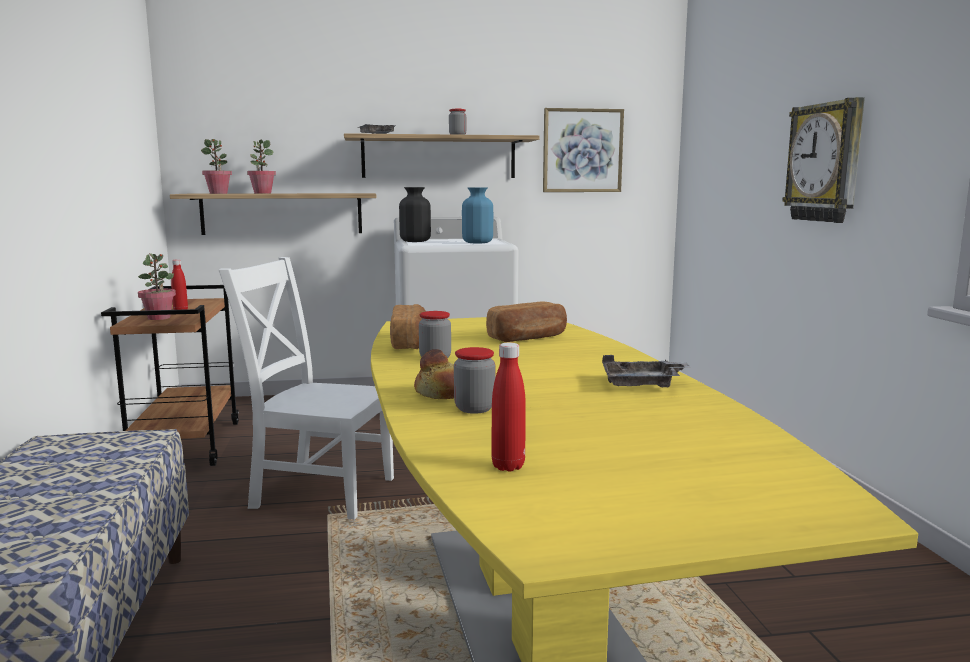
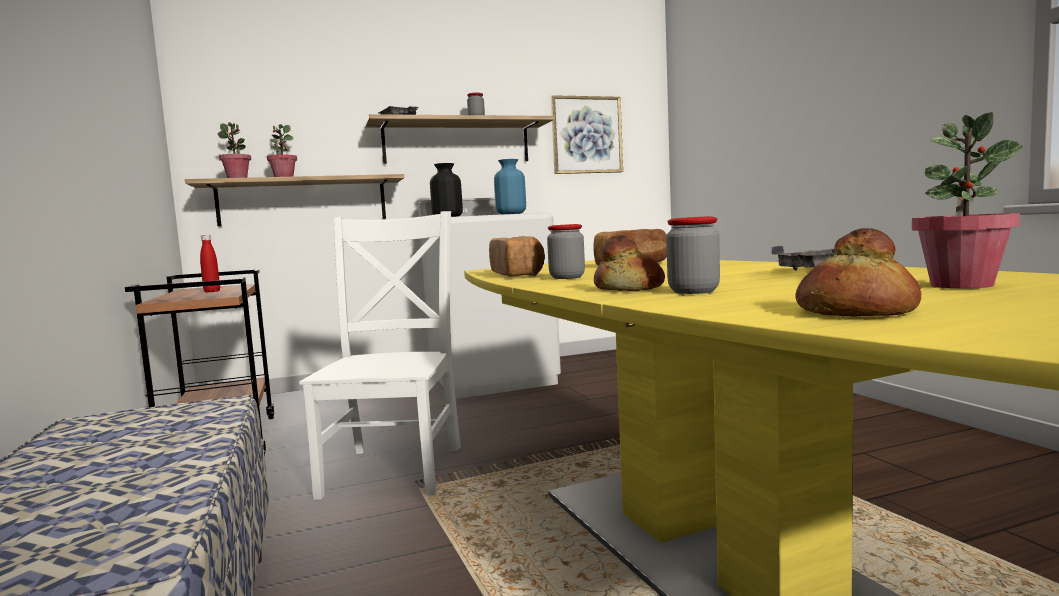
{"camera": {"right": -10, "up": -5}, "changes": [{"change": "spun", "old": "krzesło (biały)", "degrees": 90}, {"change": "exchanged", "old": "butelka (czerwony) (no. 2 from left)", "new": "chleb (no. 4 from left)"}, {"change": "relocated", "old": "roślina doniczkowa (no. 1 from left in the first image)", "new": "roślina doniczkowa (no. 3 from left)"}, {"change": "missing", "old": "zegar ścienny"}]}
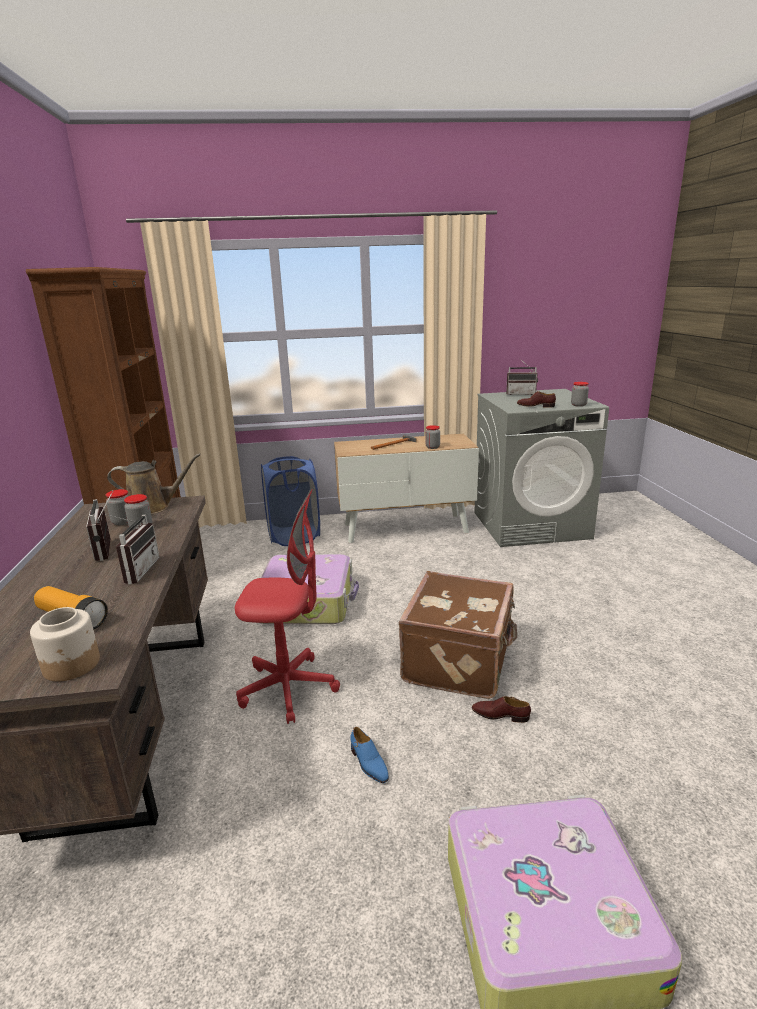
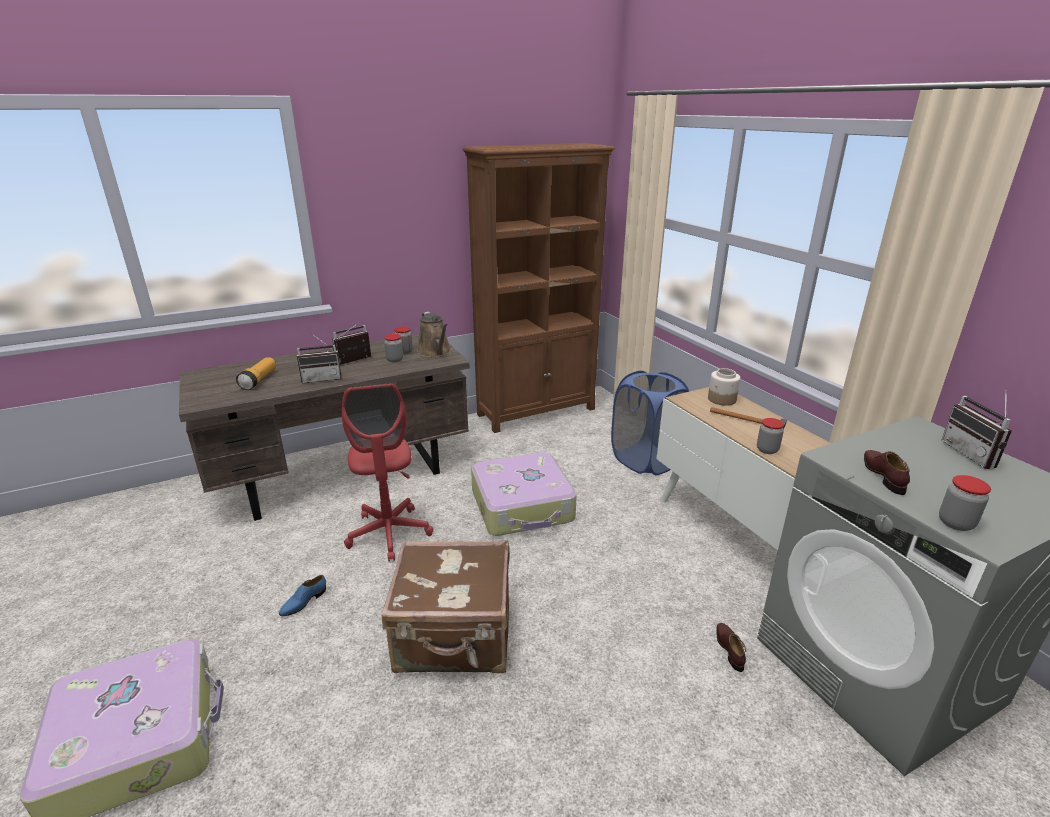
{"camera": {"right": 70, "up": 5}, "changes": [{"change": "relocated", "old": "słoik (no. 1 from left in the first image)", "new": "słoik (no. 3 from left)"}, {"change": "relocated", "old": "but (brązowy) (no. 1 from left)"}]}
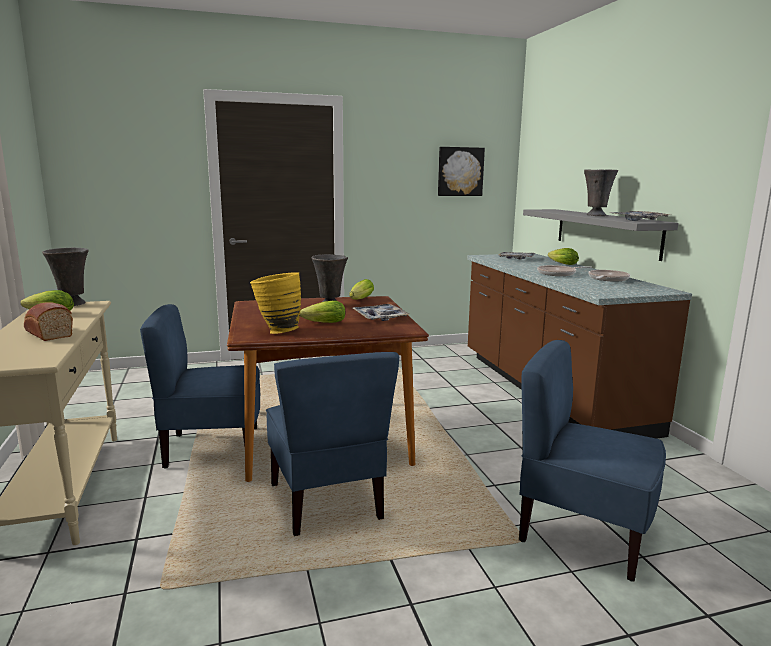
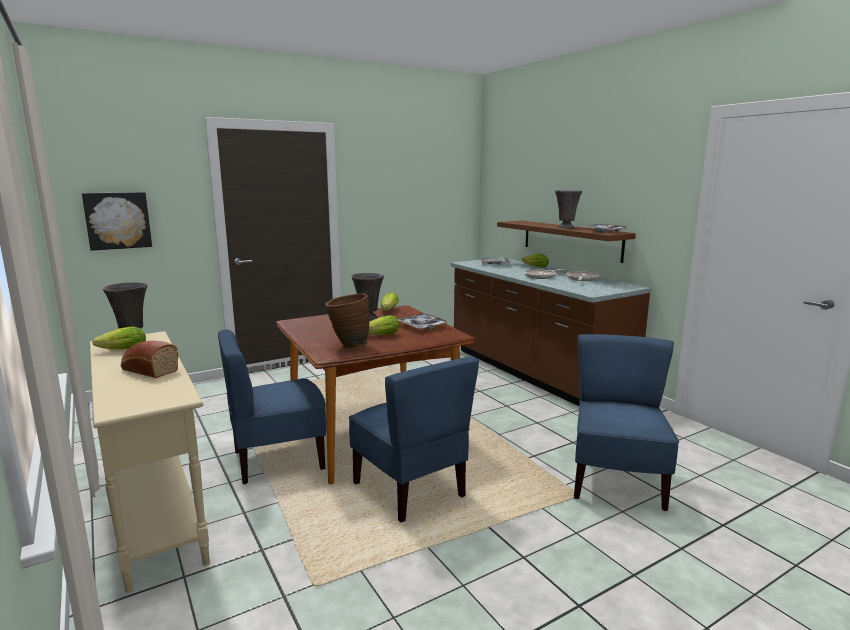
{"camera": {"right": -15, "up": 0}, "changes": [{"change": "relocated", "old": "obraz"}, {"change": "colour", "old": "wazon (żółty)", "new": "wazon (brązowy)"}, {"change": "colour", "old": "półka (szary)", "new": "półka (brązowy)"}, {"change": "spun", "old": "krzesło (niebieski) (no. 3 from left)", "degrees": 90}]}
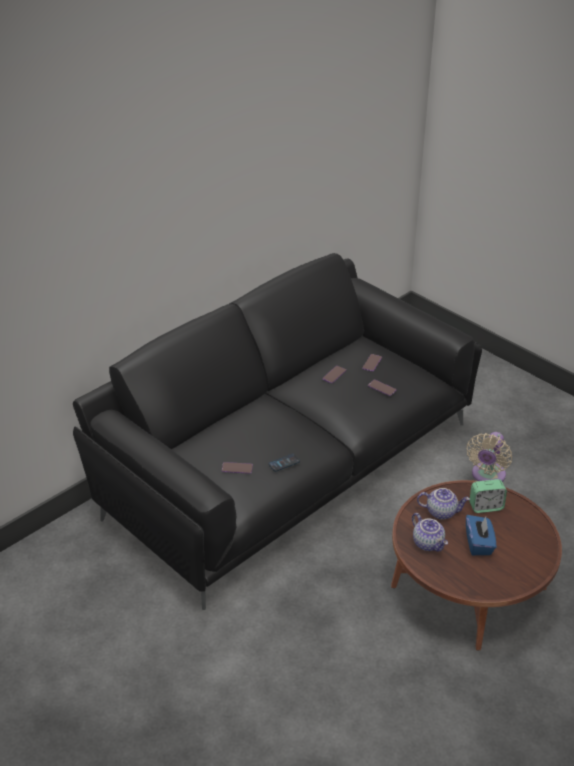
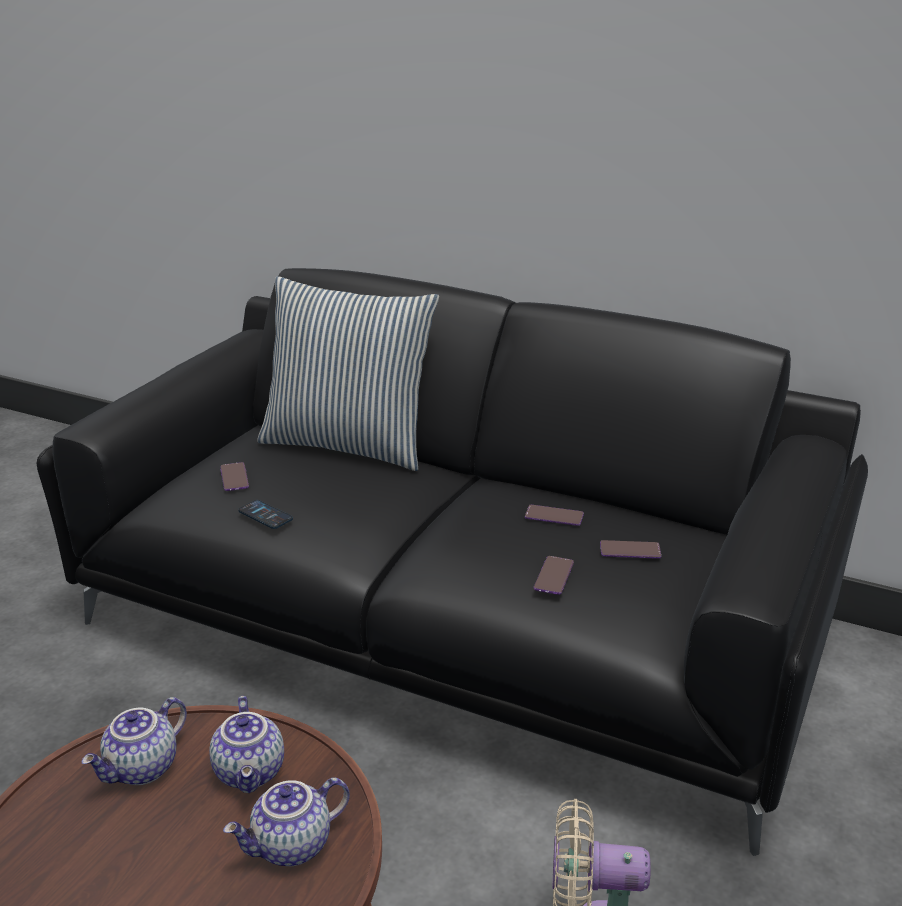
{"camera": {"right": 70, "up": -10}, "changes": [{"change": "exchanged", "old": "budzik", "new": "imbryk (no. 3 from left)"}, {"change": "appeared", "new": "poduszka"}, {"change": "missing", "old": "pudełko chusteczek (niebieski)"}]}
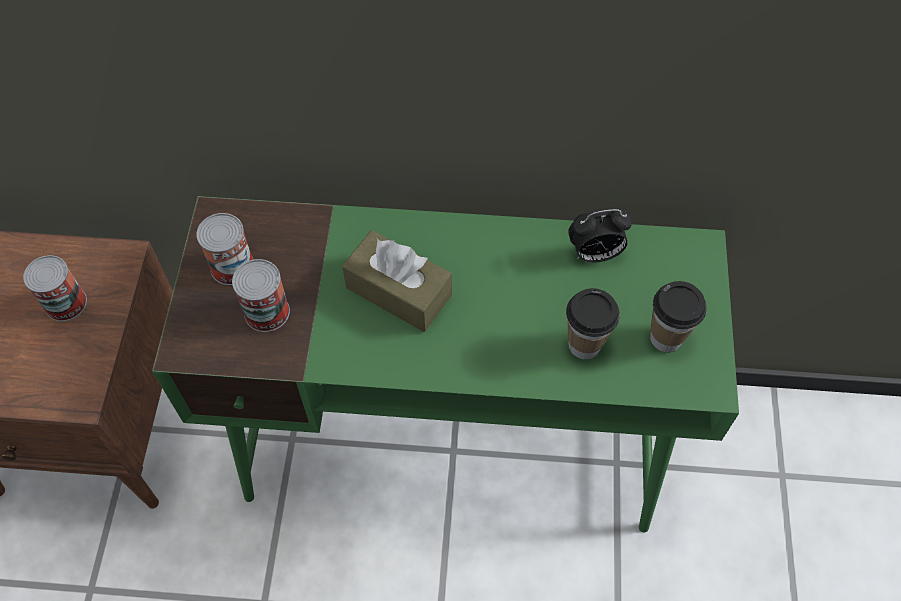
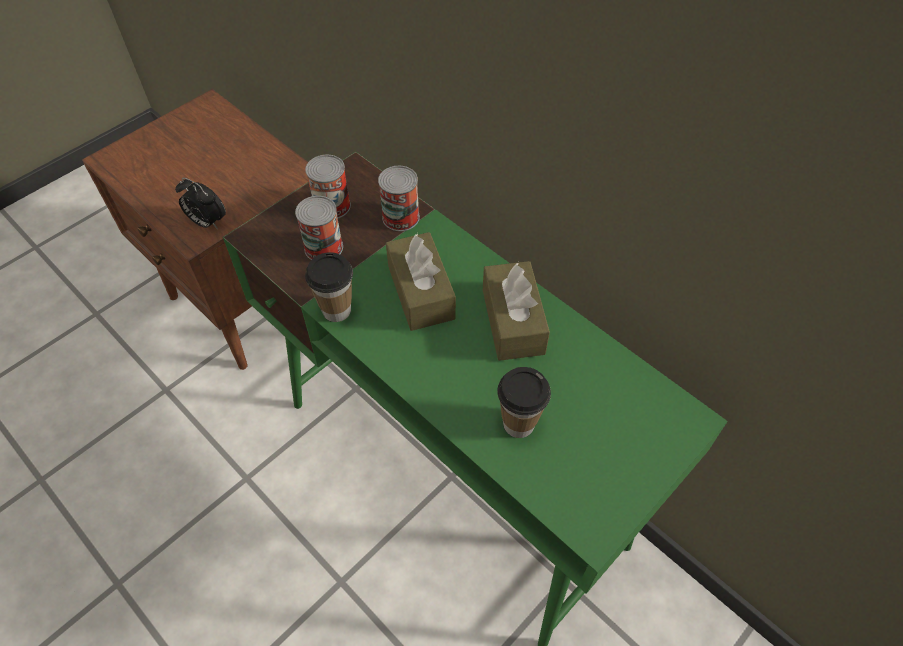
{"camera": {"right": 40, "up": -5}, "changes": [{"change": "relocated", "old": "budzik"}, {"change": "relocated", "old": "filiżanka (no. 2 from left in the first image)", "new": "filiżanka (no. 1 from left)"}, {"change": "relocated", "old": "puszka (no. 1 from left in the first image)", "new": "puszka (no. 3 from left)"}, {"change": "appeared", "new": "pudełko chusteczek (brązowy) (no. 2 from left)"}]}
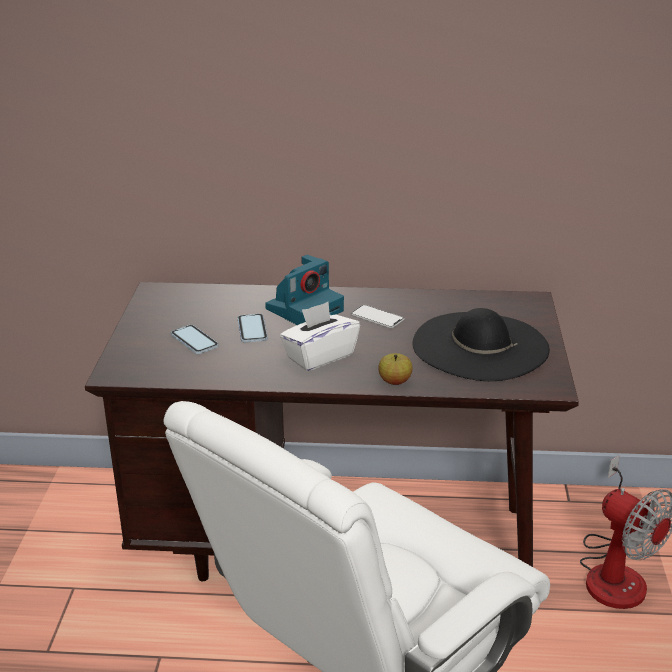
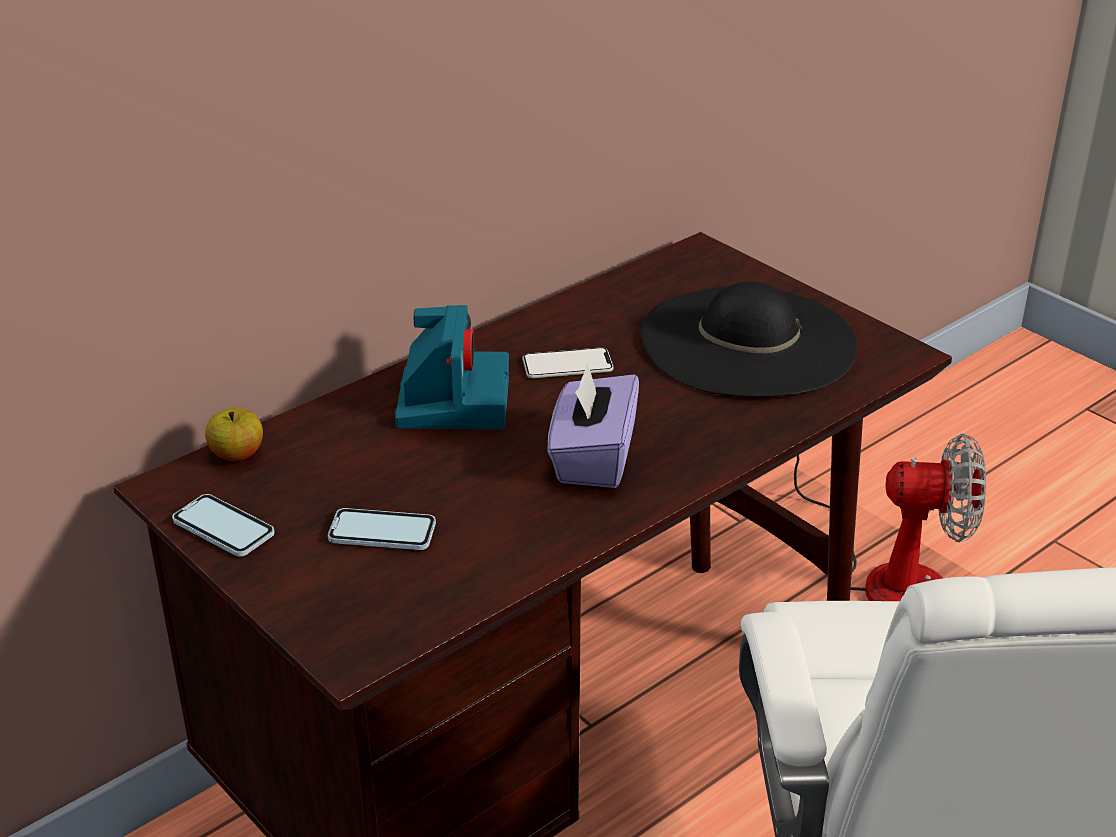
{"camera": {"right": -45, "up": 5}, "changes": [{"change": "relocated", "old": "telefon (no. 2 from left in the first image)", "new": "telefon (no. 1 from left)"}, {"change": "relocated", "old": "jabłko"}, {"change": "colour", "old": "pudełko chusteczek (biały)", "new": "pudełko chusteczek (fioletowy)"}]}
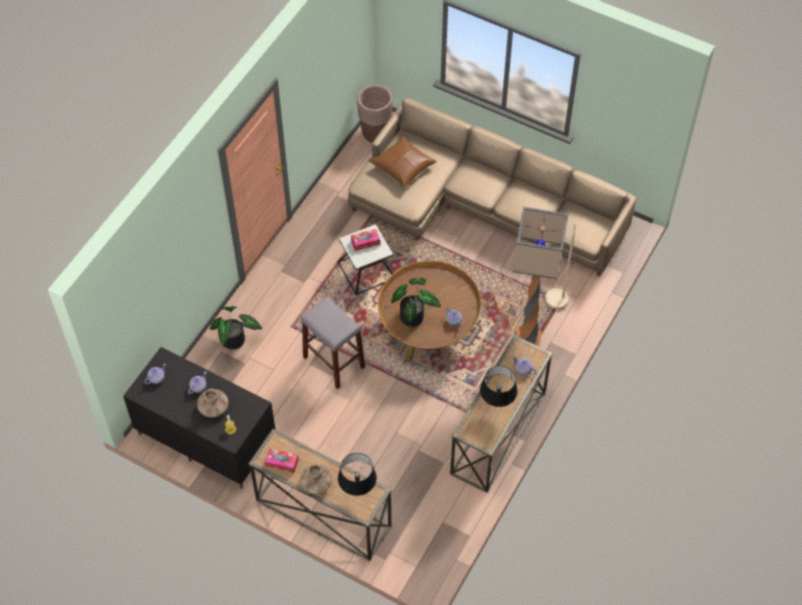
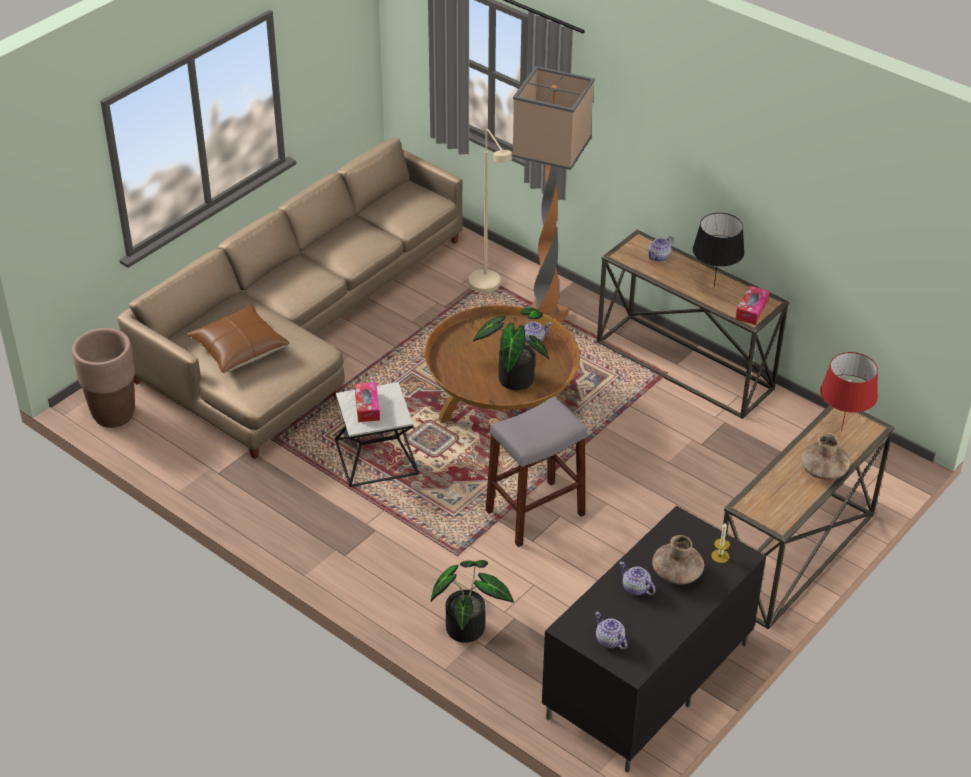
{"camera": {"right": -80, "up": -15}, "changes": [{"change": "relocated", "old": "pudełko chusteczek (no. 1 from left in the first image)", "new": "pudełko chusteczek (no. 2 from left)"}, {"change": "colour", "old": "lampa stołowa (czarny) (no. 1 from left)", "new": "lampa stołowa (czerwony)"}]}
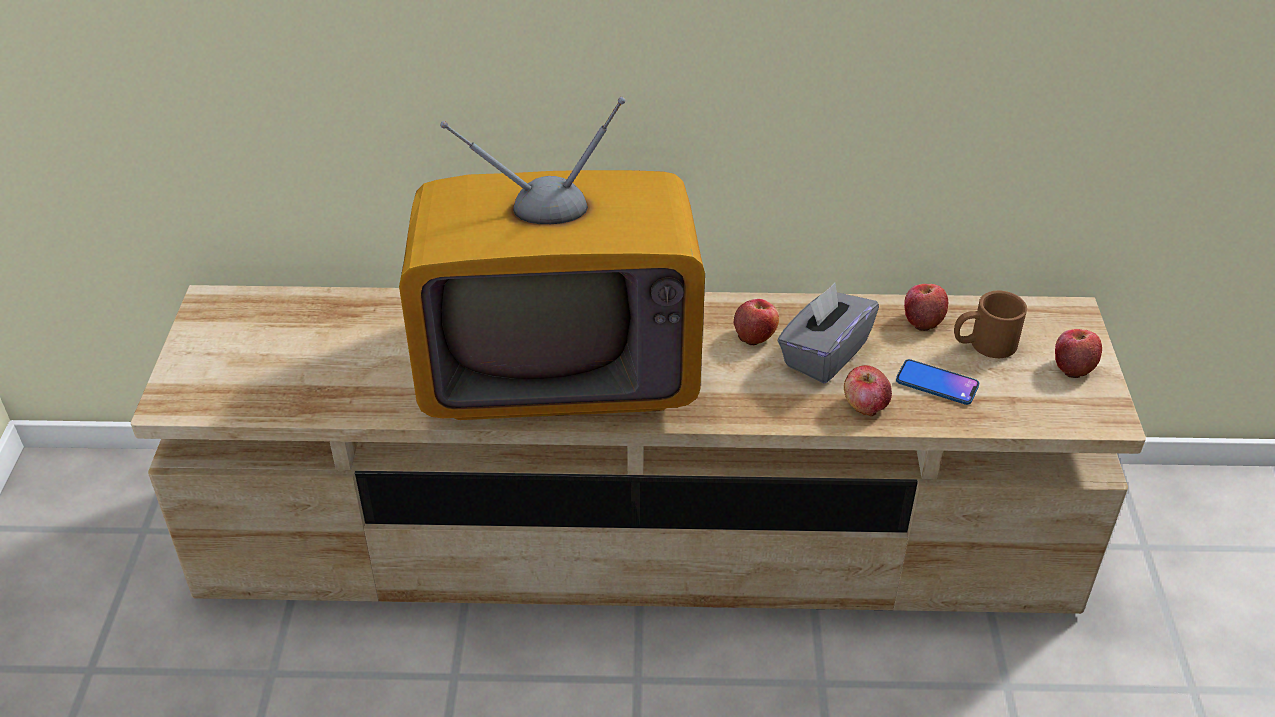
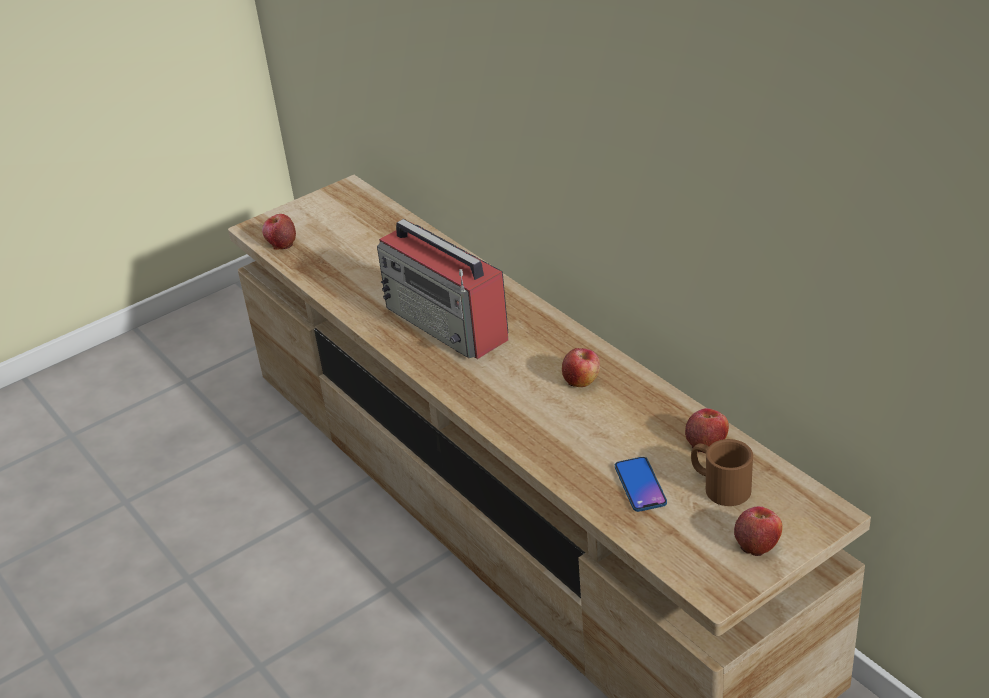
{"camera": {"right": 55, "up": -5}, "changes": [{"change": "relocated", "old": "jabłko (no. 2 from left in the first image)", "new": "jabłko (no. 1 from left)"}, {"change": "exchanged", "old": "telewizor", "new": "radio"}, {"change": "missing", "old": "pudełko chusteczek (szary)"}]}
